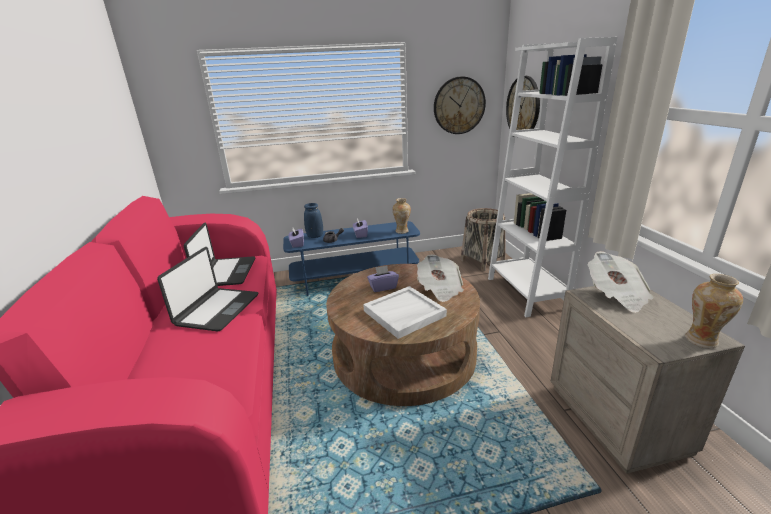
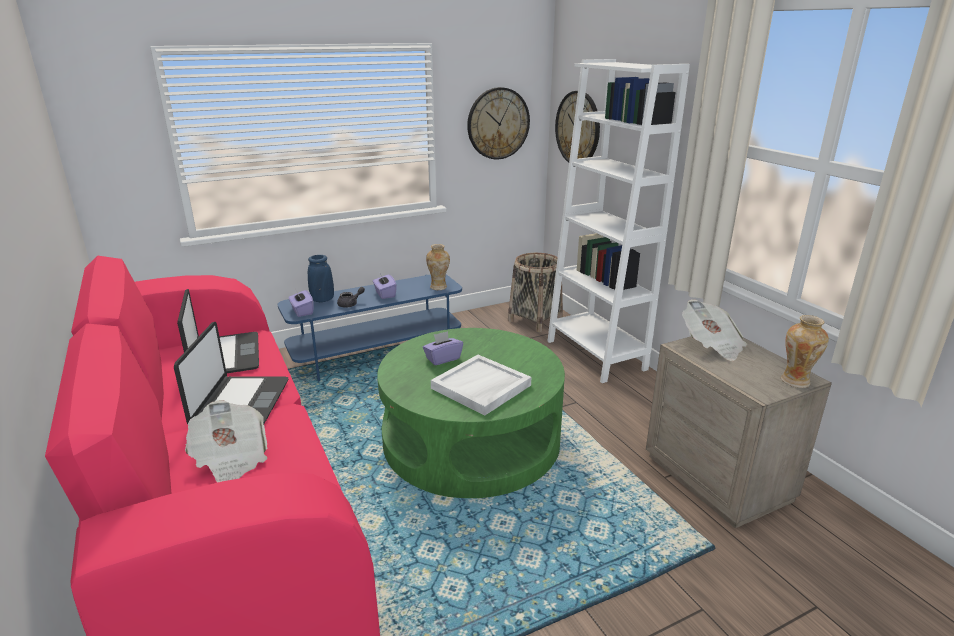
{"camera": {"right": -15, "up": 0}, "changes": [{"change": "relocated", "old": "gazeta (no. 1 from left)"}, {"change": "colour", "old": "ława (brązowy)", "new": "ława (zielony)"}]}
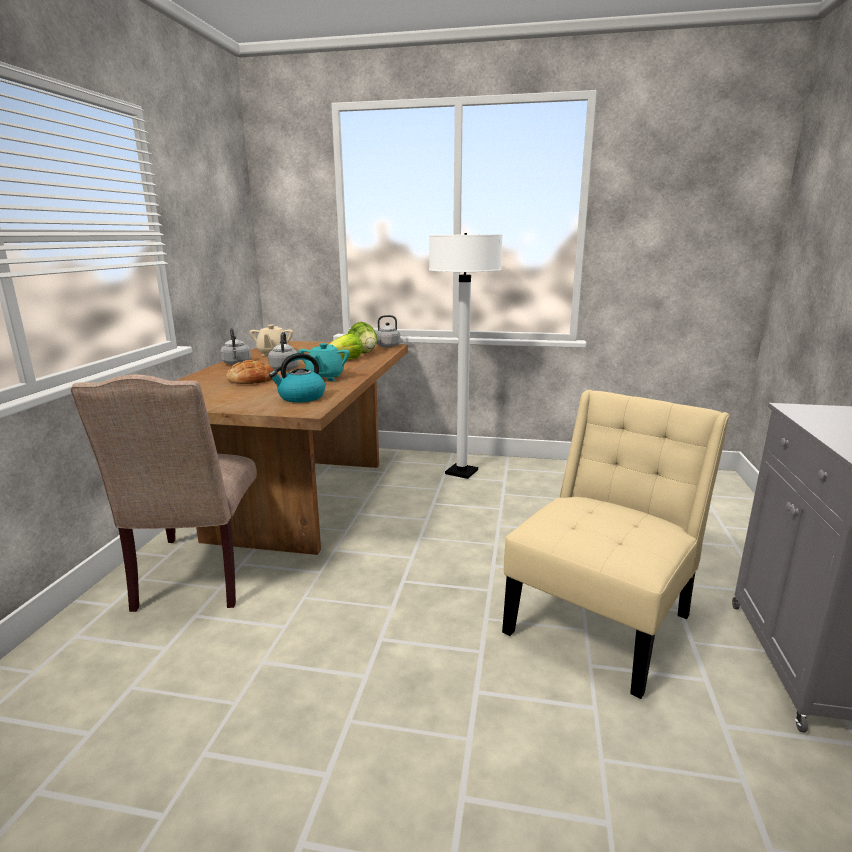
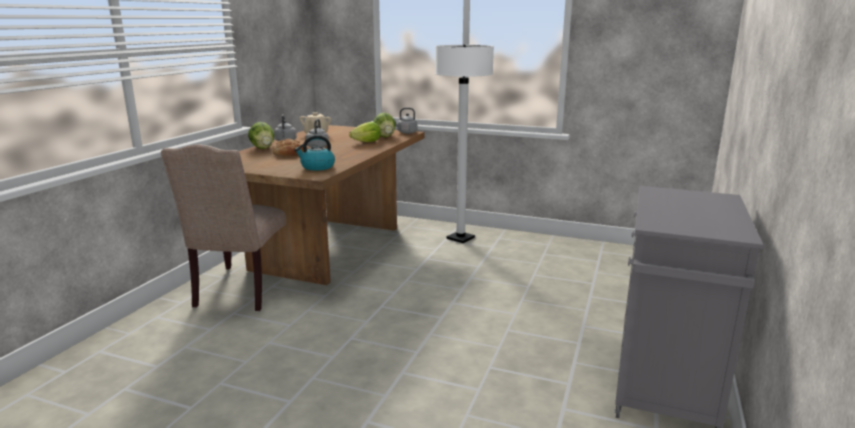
{"camera": {"right": 10, "up": 0}, "changes": [{"change": "appeared", "new": "sałata (no. 1 from left)"}, {"change": "missing", "old": "imbryk (turkusowy)"}, {"change": "missing", "old": "krzesło (beżowy) (no. 2 from left)"}]}
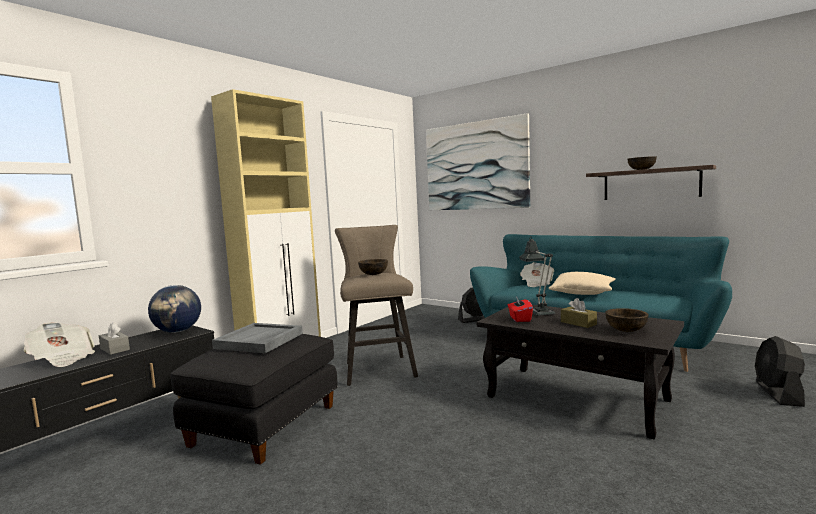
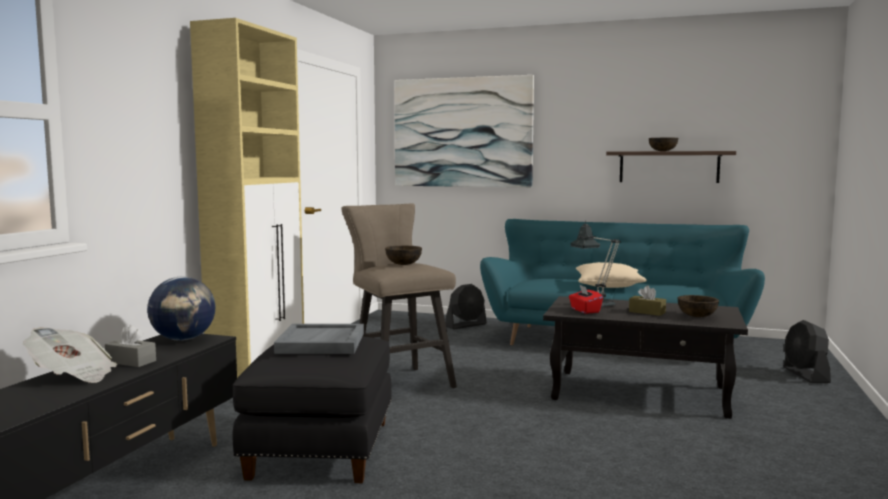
{"camera": {"right": -20, "up": 0}, "changes": [{"change": "missing", "old": "gazeta (no. 2 from left)"}]}
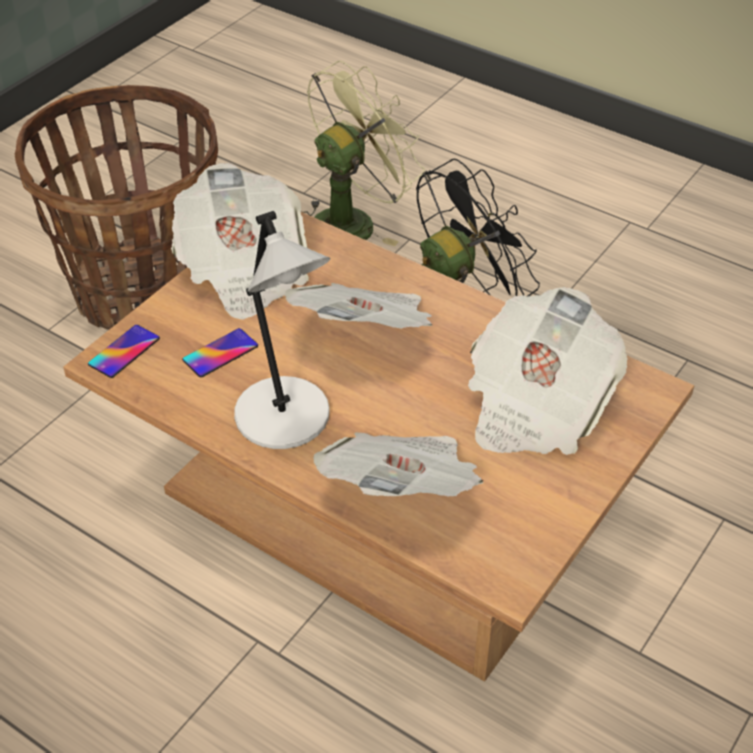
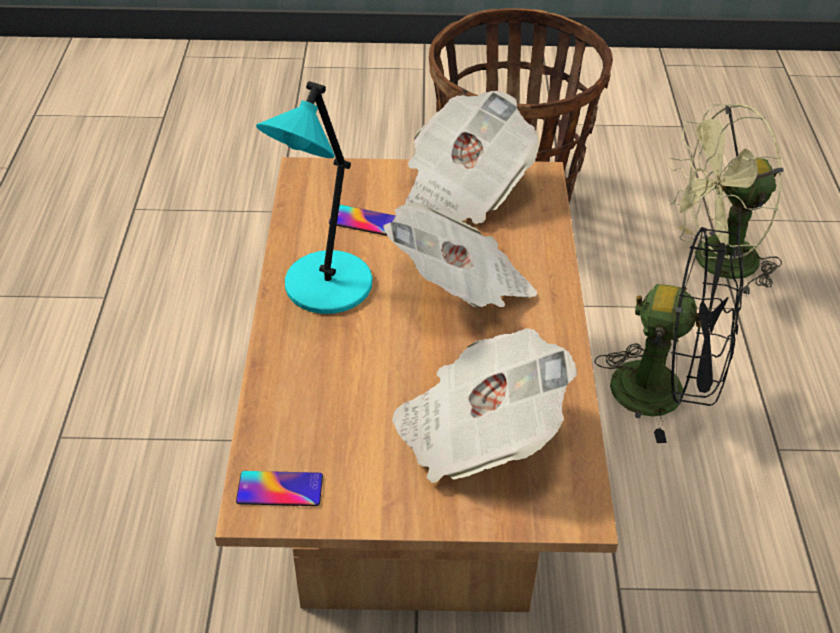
{"camera": {"right": 55, "up": 0}, "changes": [{"change": "relocated", "old": "telefon (no. 1 from left)"}, {"change": "colour", "old": "lampa stołowa (szary)", "new": "lampa stołowa (turkusowy)"}, {"change": "spun", "old": "wentylator (zielony)", "degrees": 150}, {"change": "missing", "old": "gazeta (no. 3 from left)"}]}
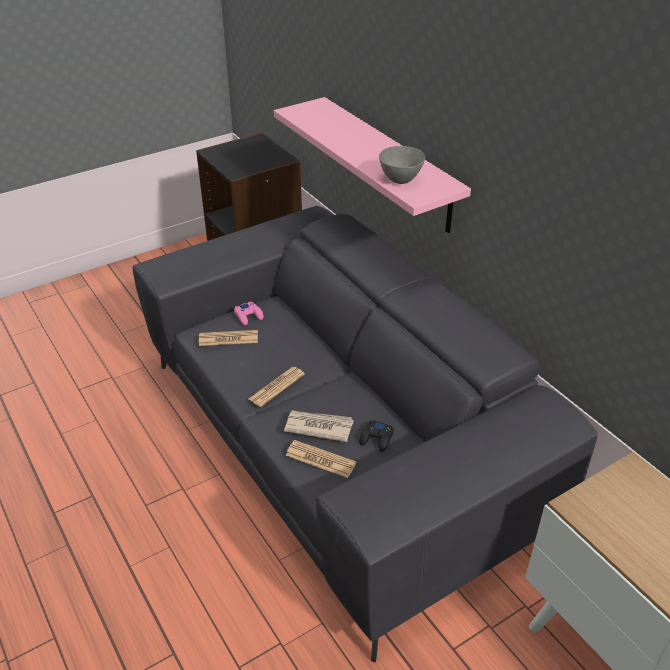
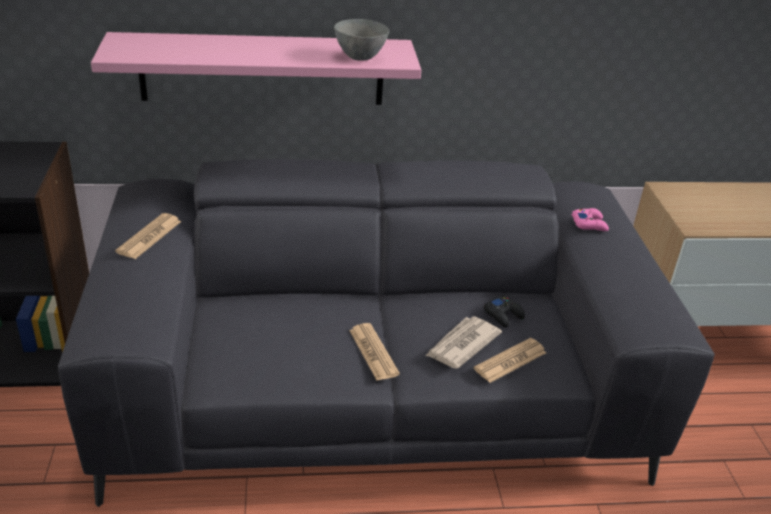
{"camera": {"right": -65, "up": -5}, "changes": [{"change": "relocated", "old": "gazeta (no. 1 from left)"}, {"change": "relocated", "old": "pad do gier (różowy)"}]}
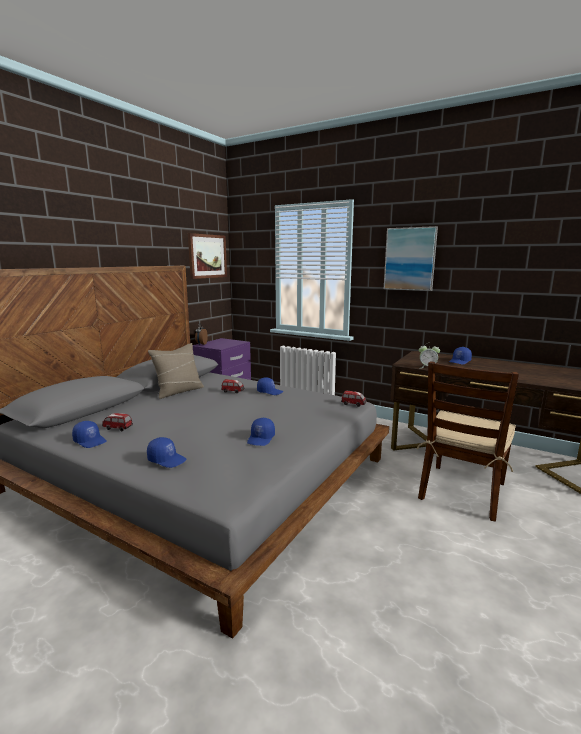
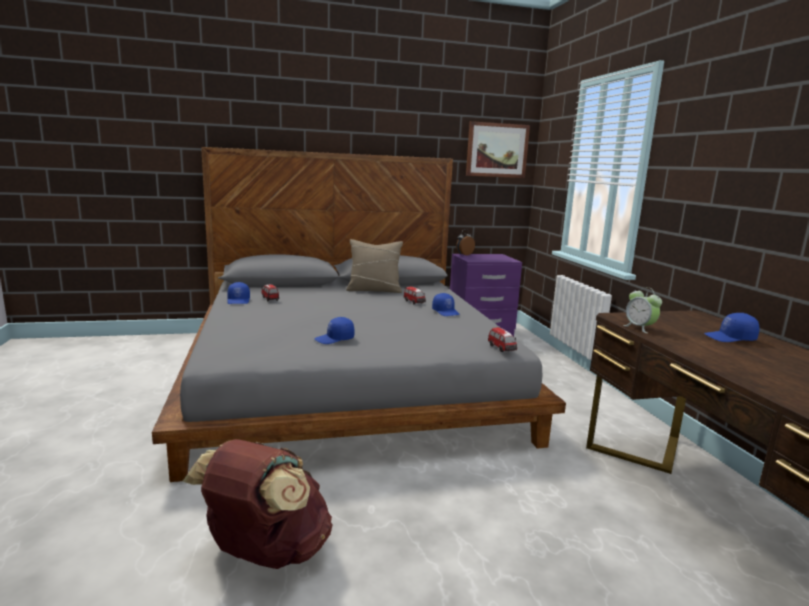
{"camera": {"right": 45, "up": 0}, "changes": [{"change": "appeared", "new": "plecak (brązowy)"}, {"change": "missing", "old": "czapka z daszkiem (niebieski) (no. 2 from left)"}, {"change": "missing", "old": "obraz (no. 2 from left)"}, {"change": "missing", "old": "krzesło (brązowy)"}]}
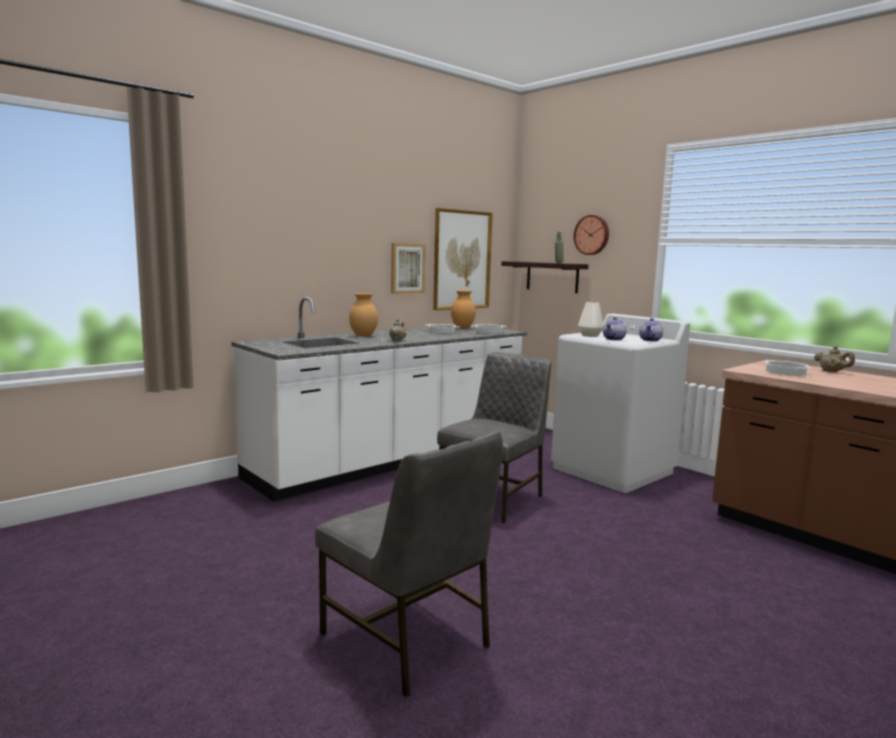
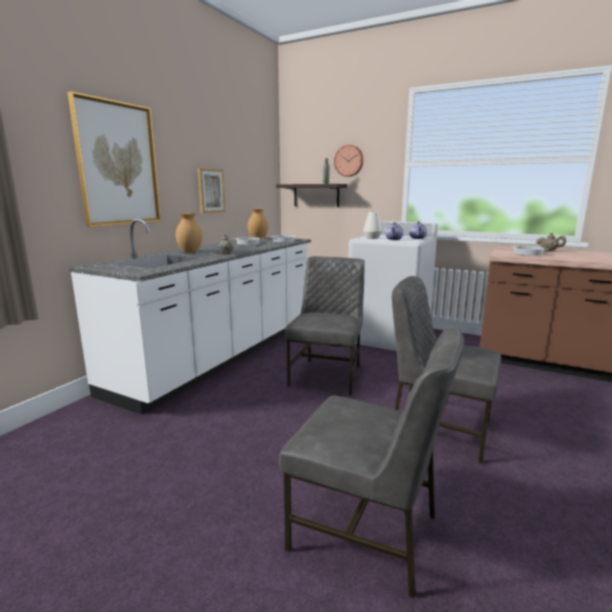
{"camera": {"right": -20, "up": 5}, "changes": [{"change": "relocated", "old": "obraz (no. 2 from left in the first image)", "new": "obraz (no. 1 from left)"}, {"change": "appeared", "new": "krzesło (szary) (no. 3 from left)"}]}
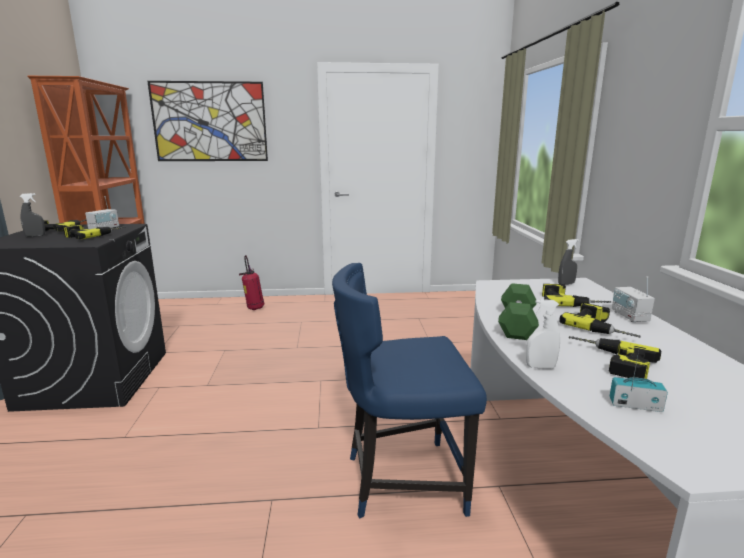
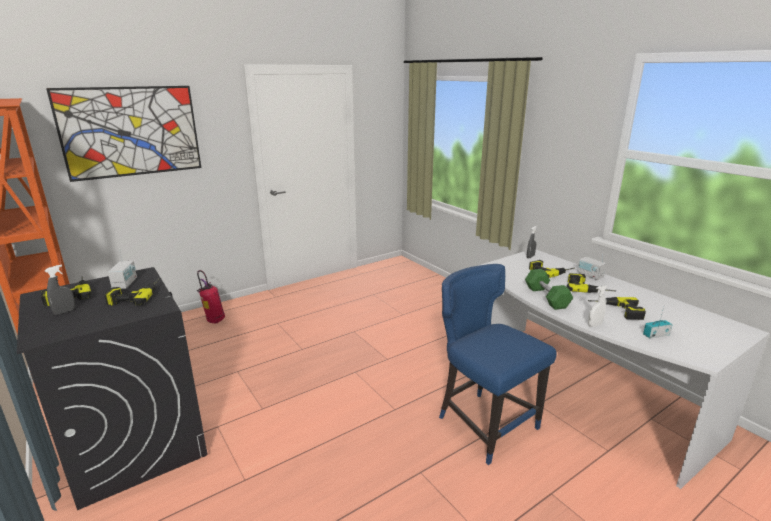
{"camera": {"right": -30, "up": 5}, "changes": [{"change": "spun", "old": "krzesło (niebieski)", "degrees": 90}]}
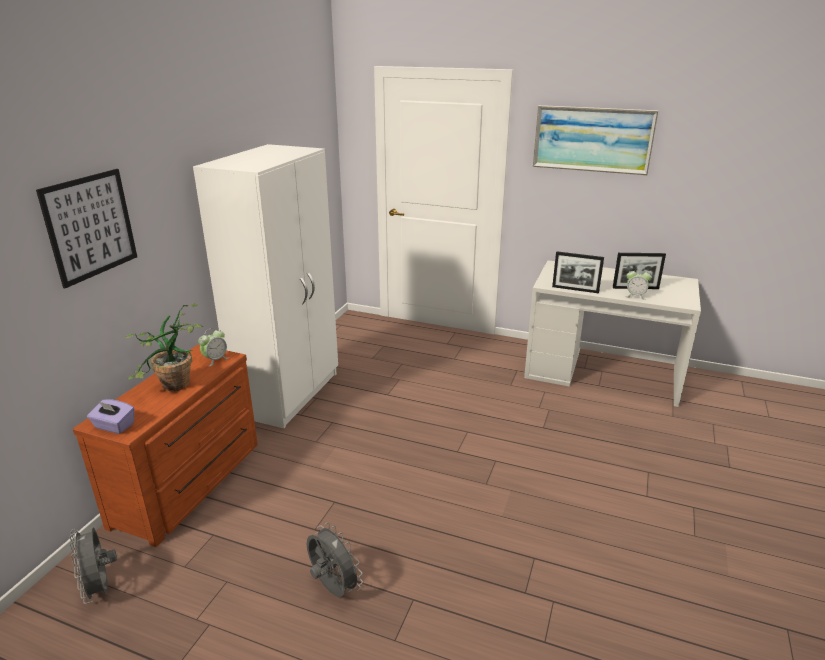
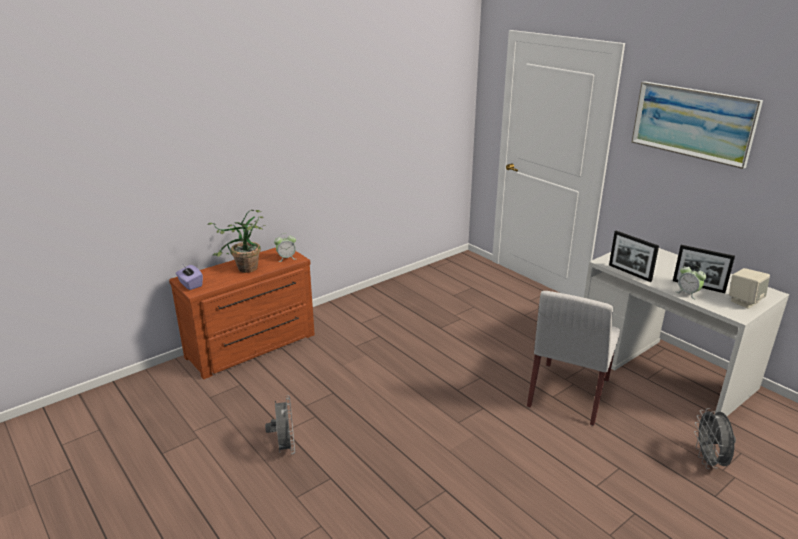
{"camera": {"right": 30, "up": 0}, "changes": [{"change": "appeared", "new": "krzesło (biały)"}, {"change": "relocated", "old": "wentylator (szary) (no. 1 from left in the first image)", "new": "wentylator (szary) (no. 2 from left)"}, {"change": "appeared", "new": "głośnik (beżowy)"}, {"change": "missing", "old": "obraz (no. 1 from left)"}, {"change": "missing", "old": "szafa (biały)"}]}
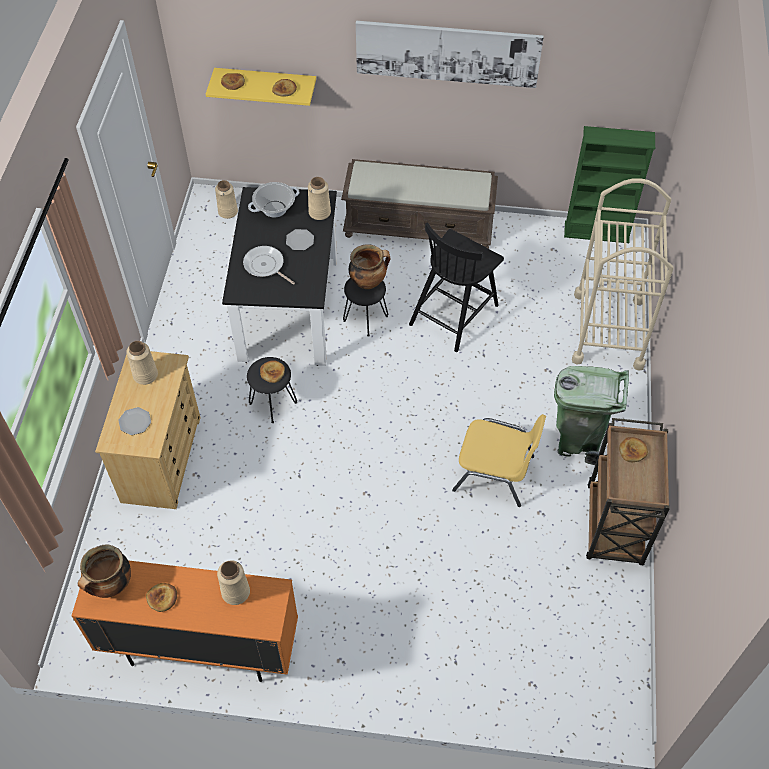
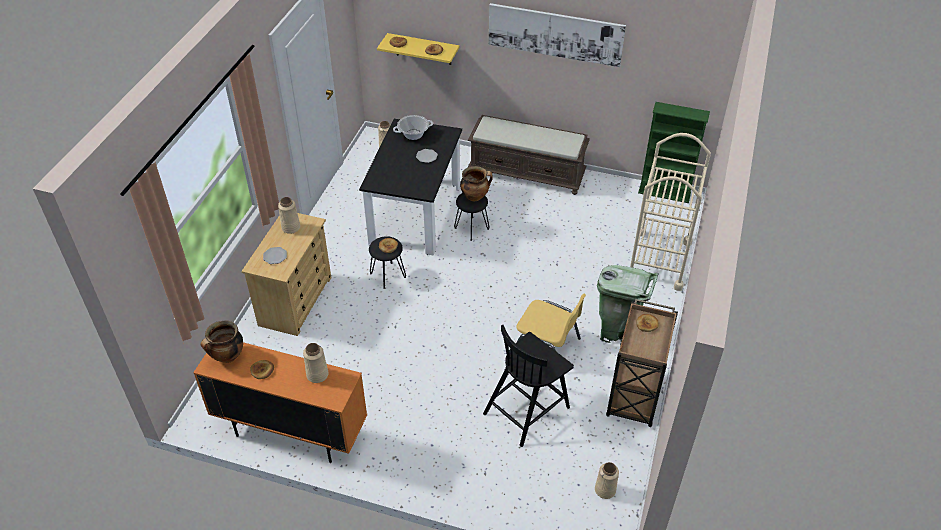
{"camera": {"right": 10, "up": -10}, "changes": [{"change": "relocated", "old": "krzesło (czarny)"}, {"change": "relocated", "old": "wazon (beżowy) (no. 4 from left)"}, {"change": "missing", "old": "patelnia"}]}
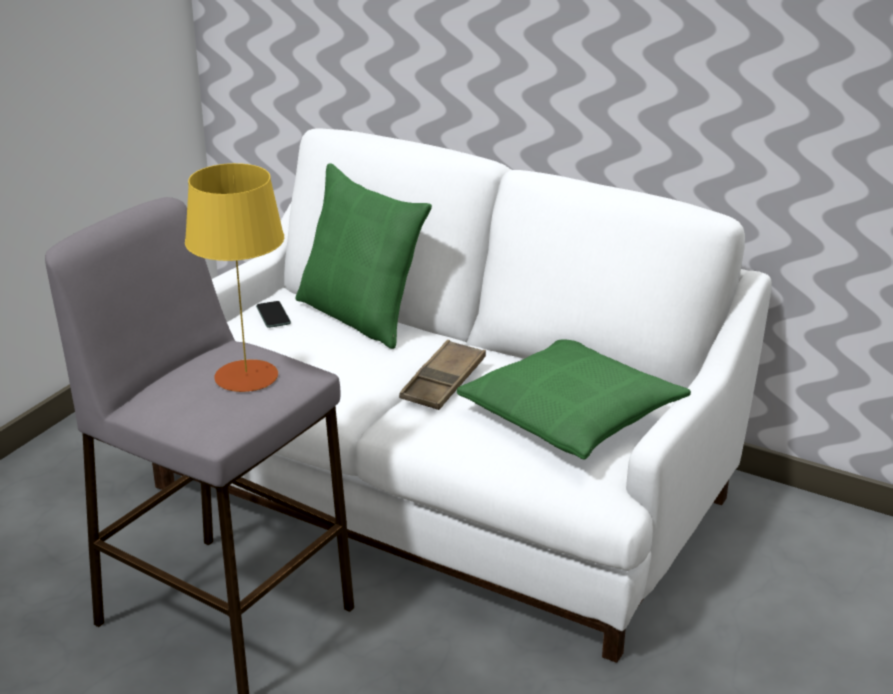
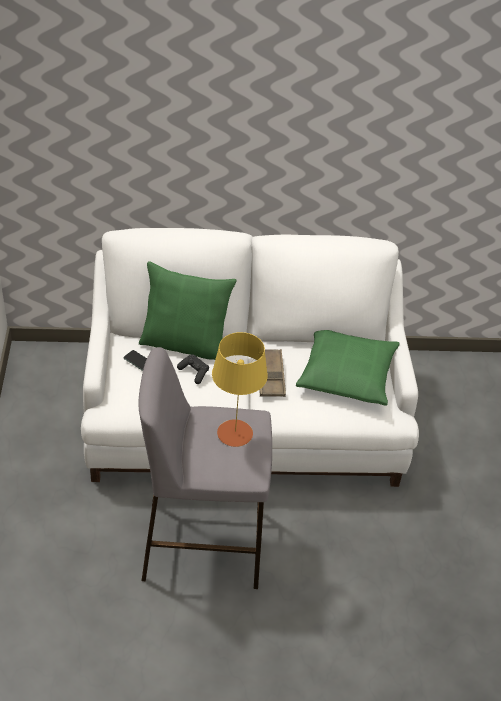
{"camera": {"right": -35, "up": 15}, "changes": [{"change": "appeared", "new": "pad do gier (czarny)"}]}
